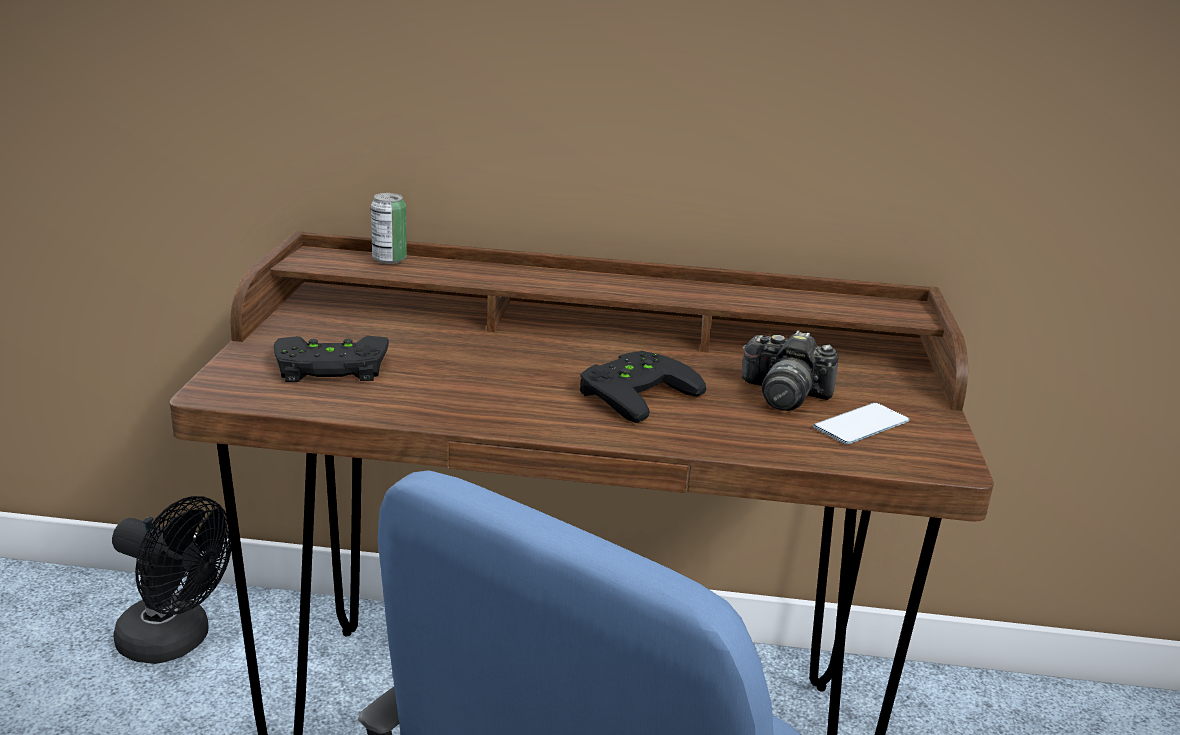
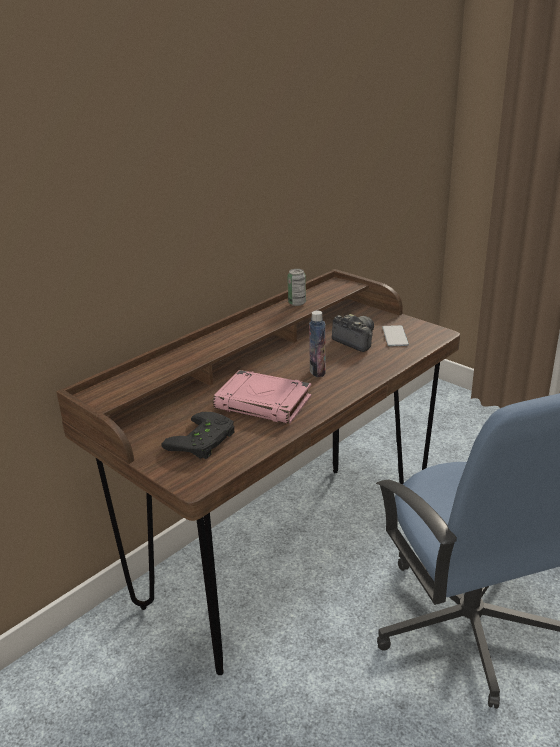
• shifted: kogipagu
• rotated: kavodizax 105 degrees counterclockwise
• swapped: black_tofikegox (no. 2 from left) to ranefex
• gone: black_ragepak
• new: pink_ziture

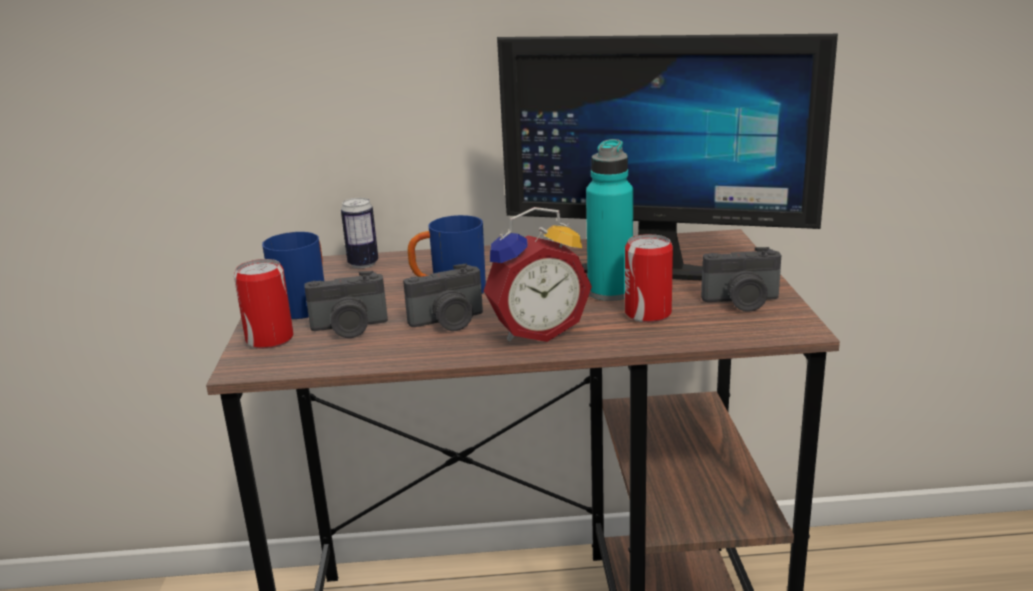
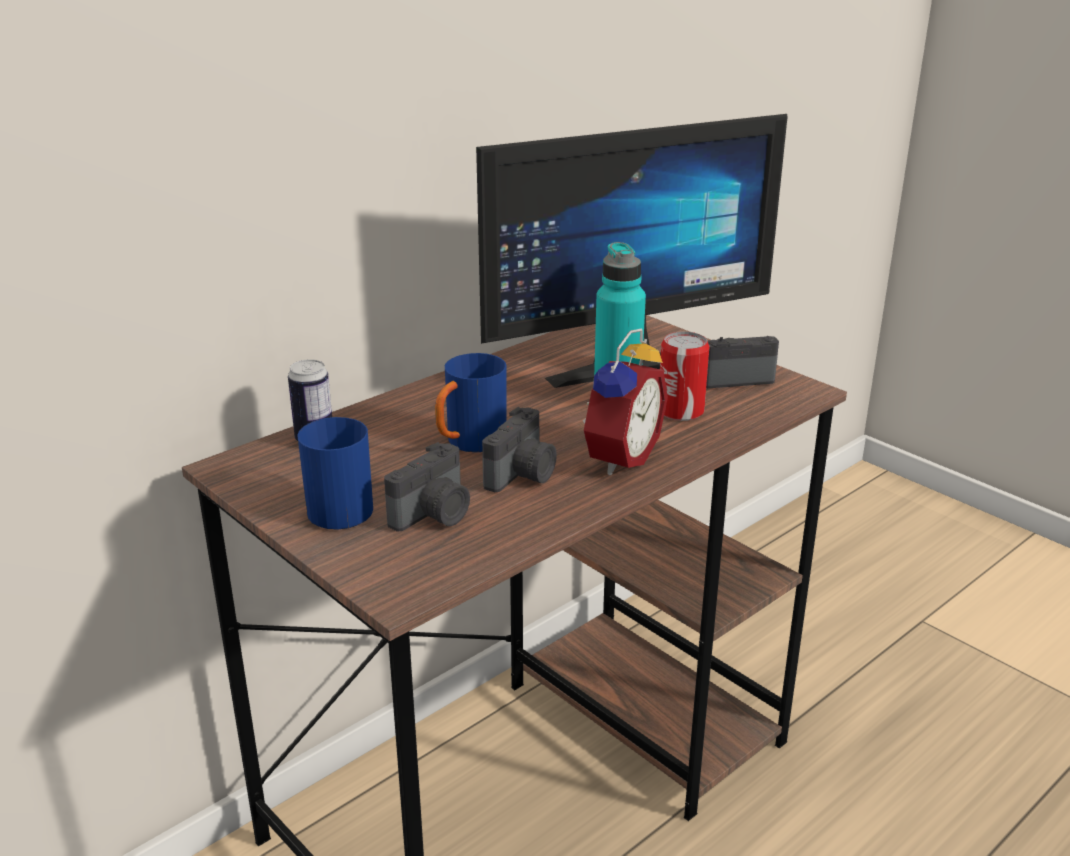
• rotated: kavodizax (no. 3 from left) 150 degrees counterclockwise
• gone: kogipagu (no. 1 from left)

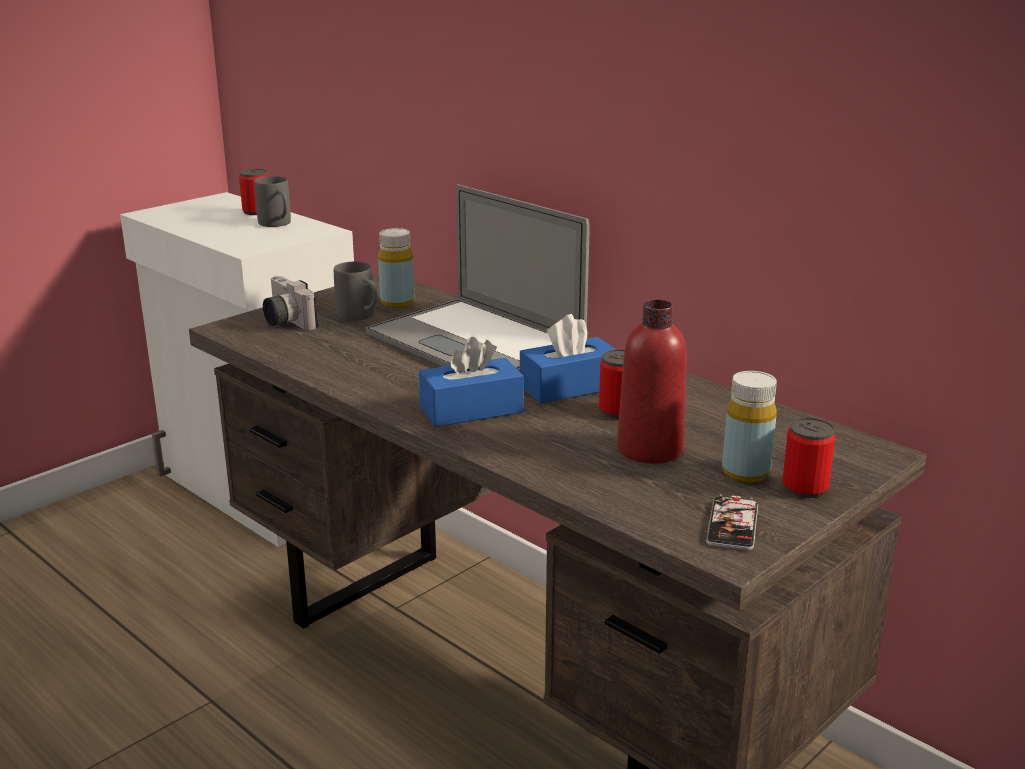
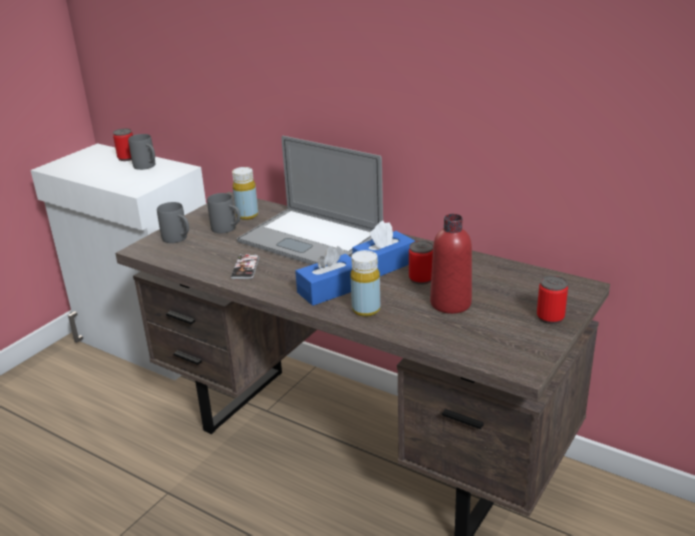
• swapped: kavodizax to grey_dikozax (no. 2 from left)
• shifted: yellow_ranefex (no. 2 from left)
• shifted: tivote

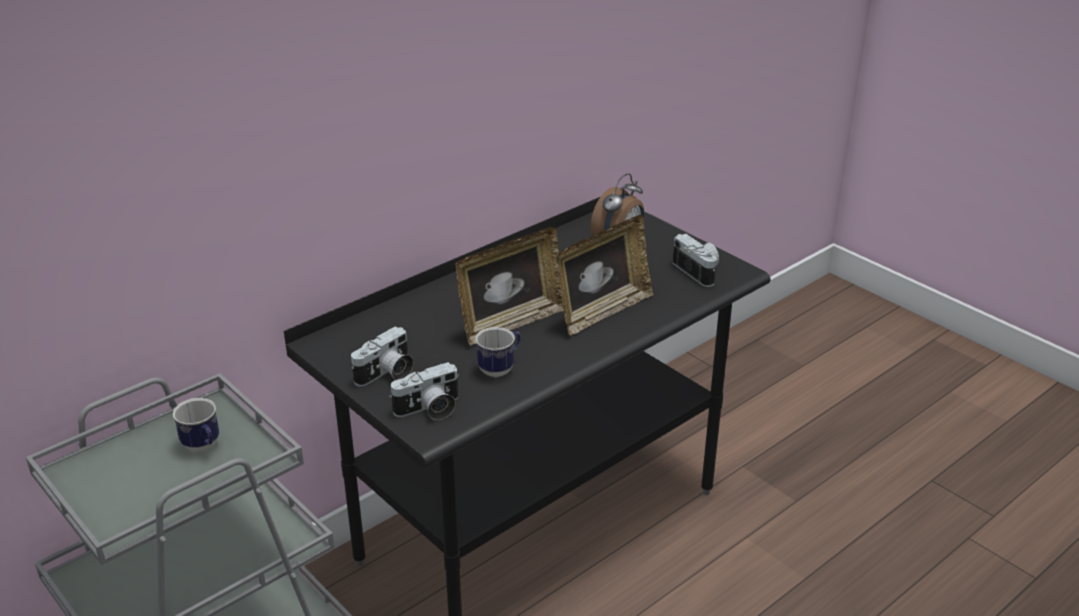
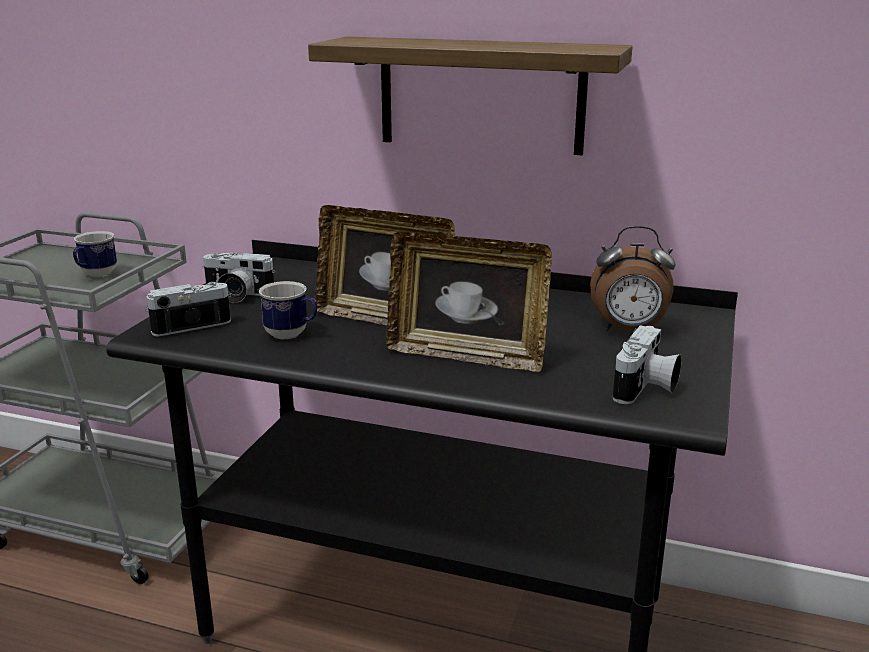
• rotated: kavodizax (no. 2 from left in the first image) 120 degrees clockwise
• new: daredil

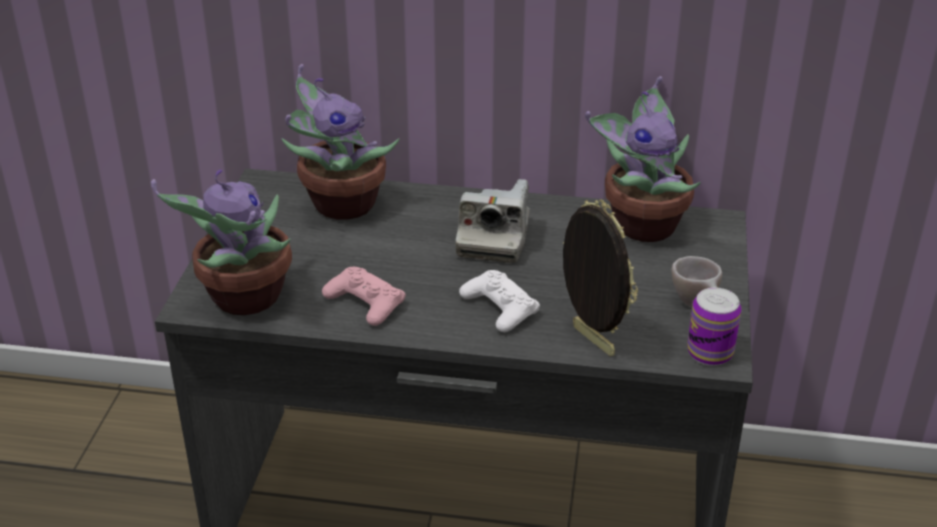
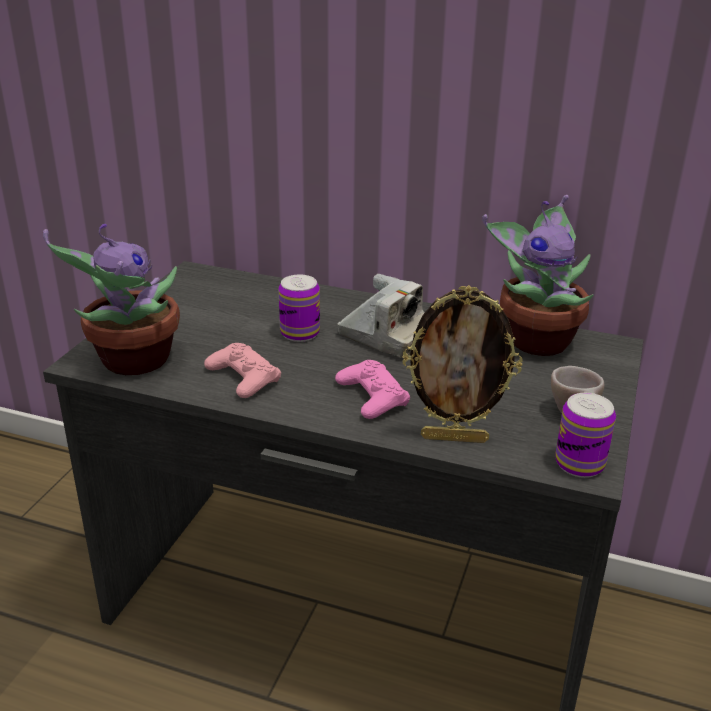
• gone: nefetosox (no. 2 from left)
• rotated: kavodizax 75 degrees counterclockwise
• rotated: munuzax 120 degrees clockwise
• repainted: white_tofikegox to pink_tofikegox (no. 2 from left)
• new: kogipagu (no. 1 from left)

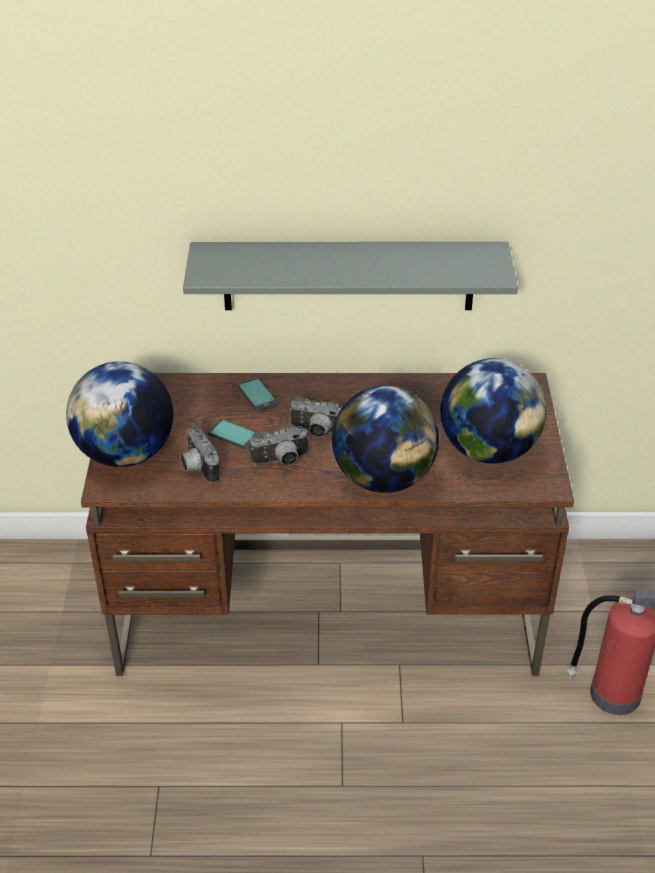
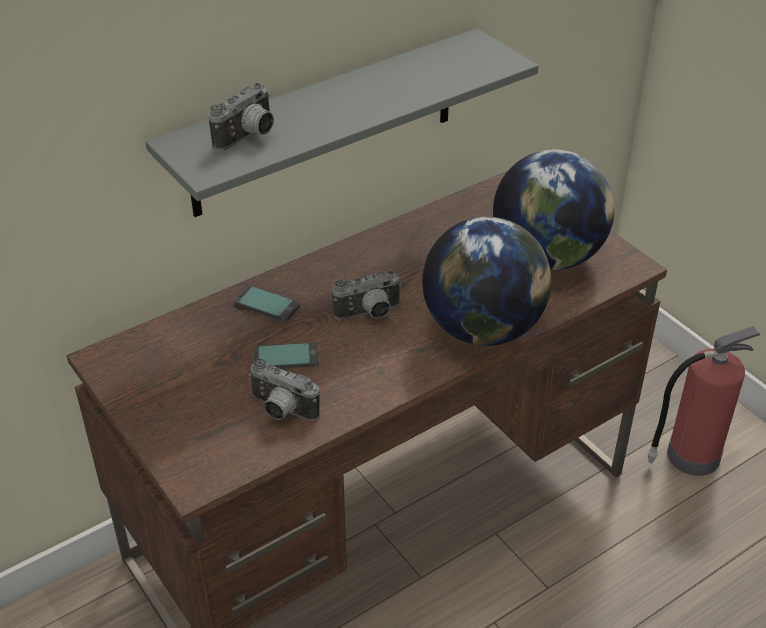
• gone: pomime (no. 1 from left)
• shifted: kavodizax (no. 2 from left in the first image) to kavodizax (no. 1 from left)

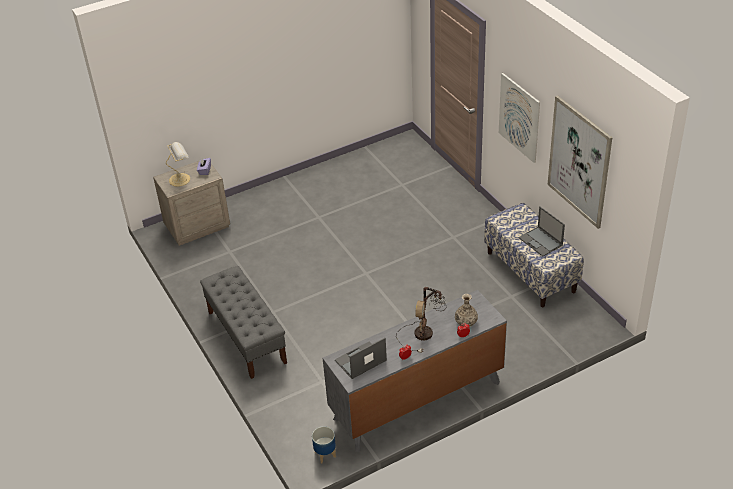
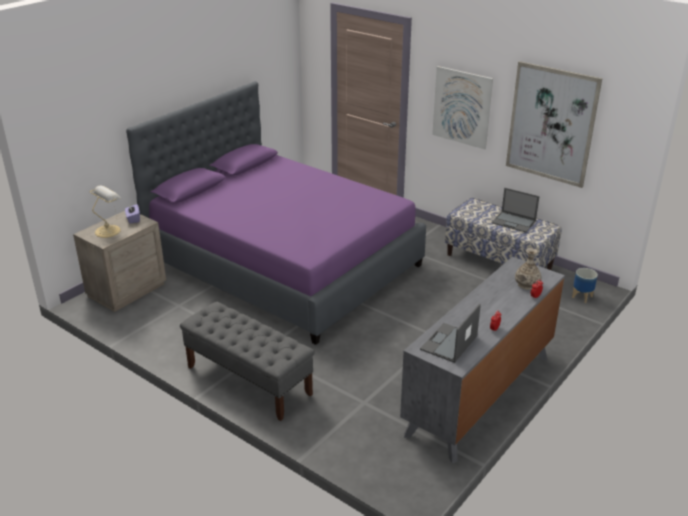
• gone: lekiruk (no. 2 from left)
• shifted: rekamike
• new: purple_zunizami

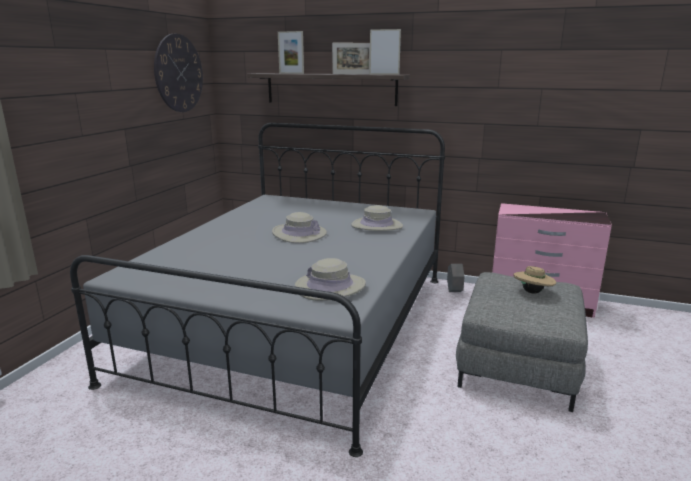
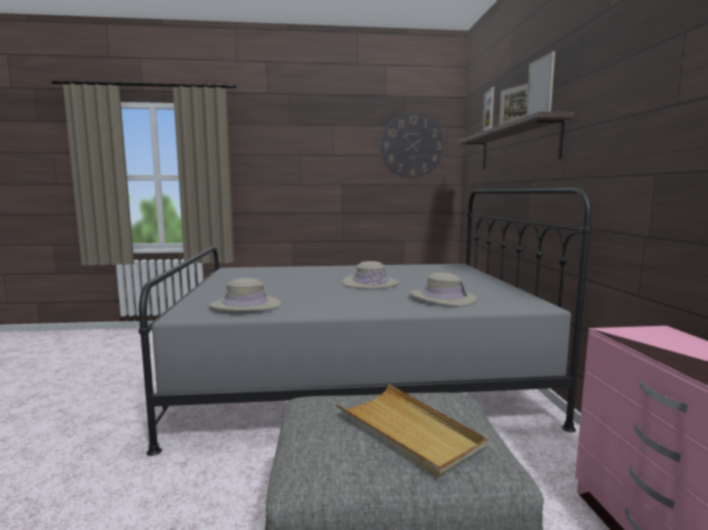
• gone: grey_rekamike
• swapped: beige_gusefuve (no. 4 from left) to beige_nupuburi

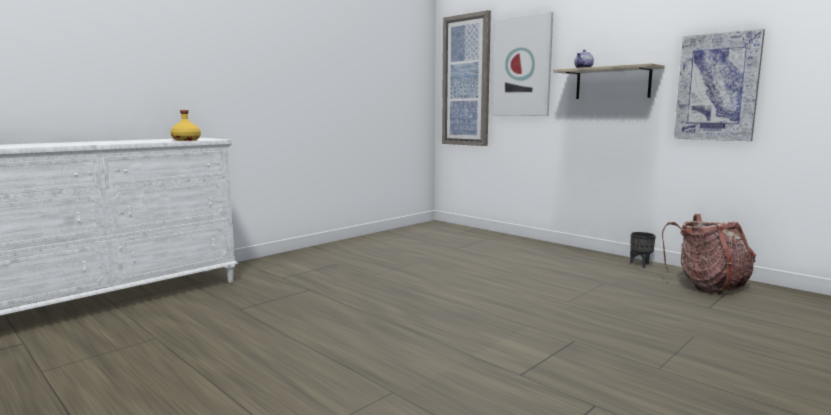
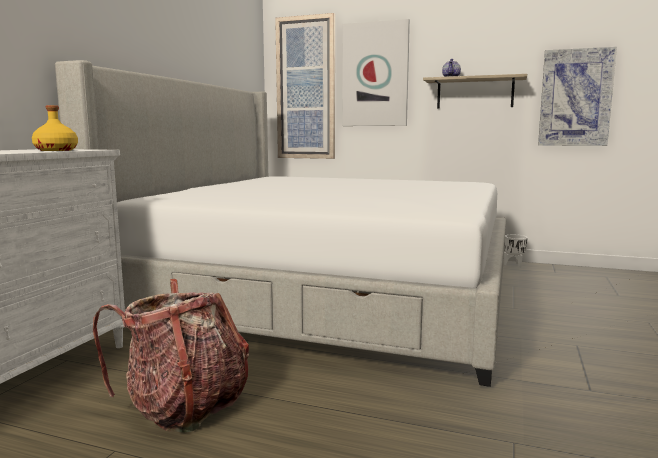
• shifted: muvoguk
• repainted: black_rekamike to white_rekamike
• new: zunizami

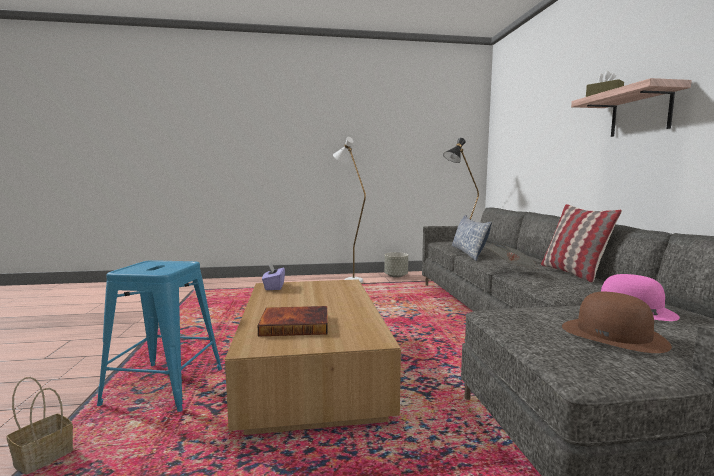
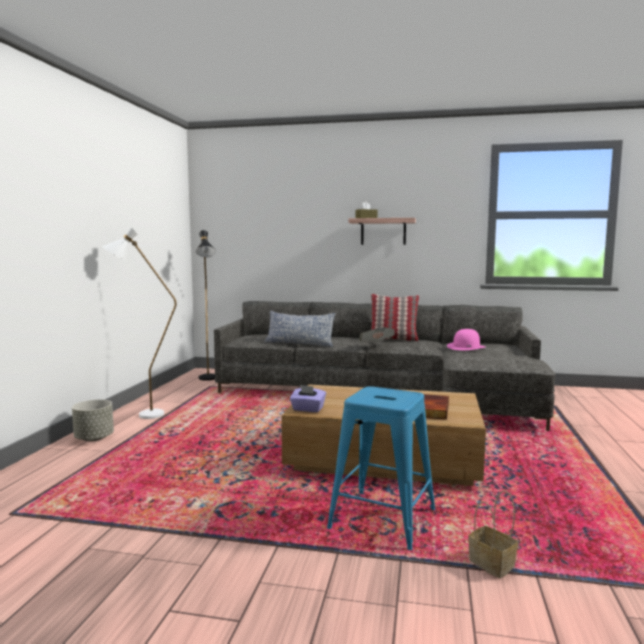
• shifted: grey_rekamike
• gone: brown_gusefuve

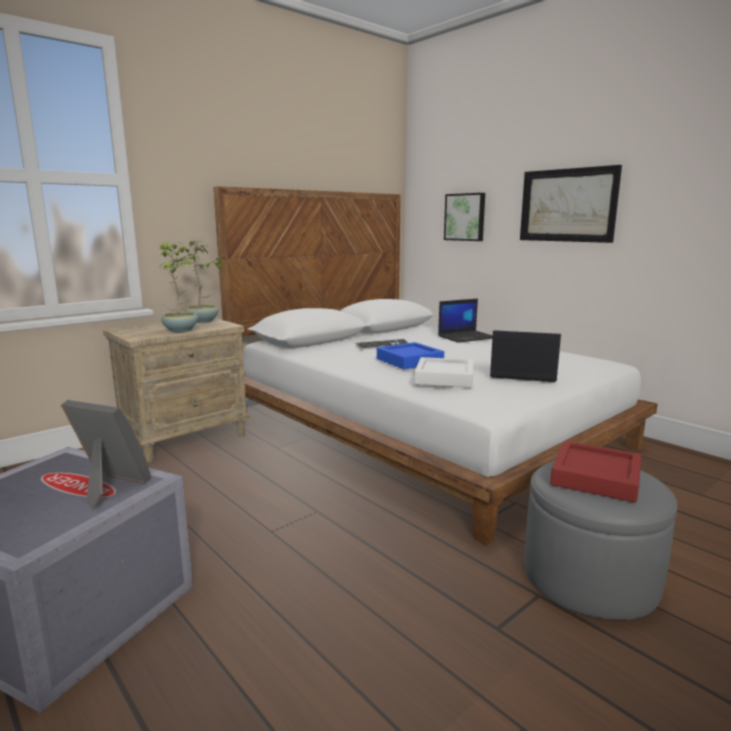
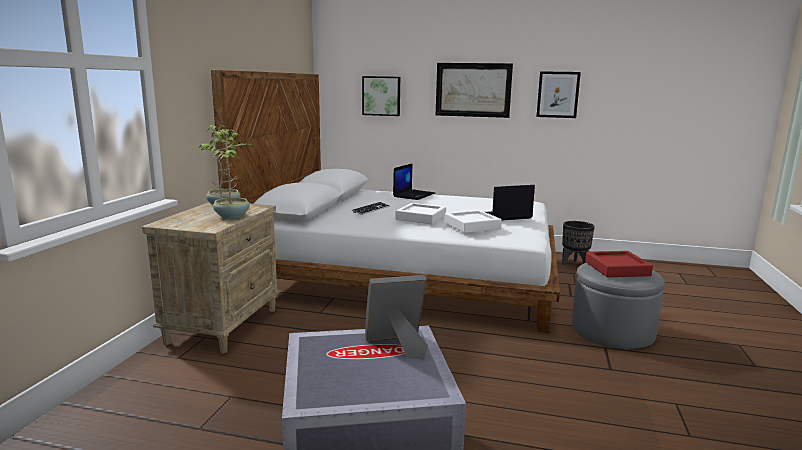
• repainted: blue_nupuburi to white_nupuburi (no. 1 from left)
• new: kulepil (no. 3 from left)
• new: black_rekamike

